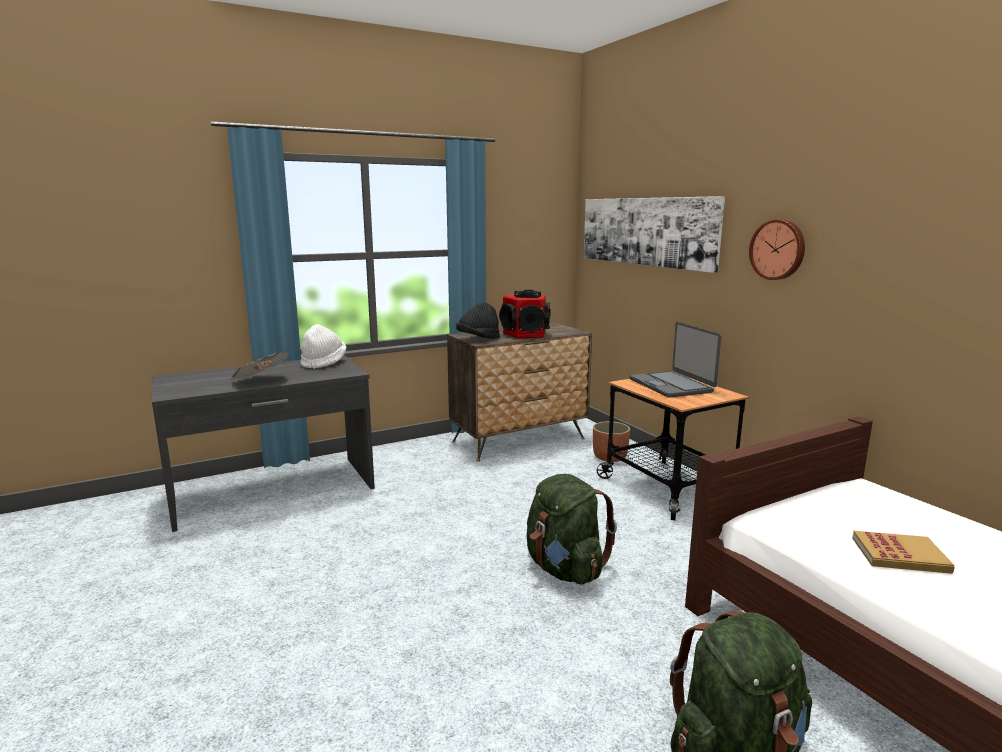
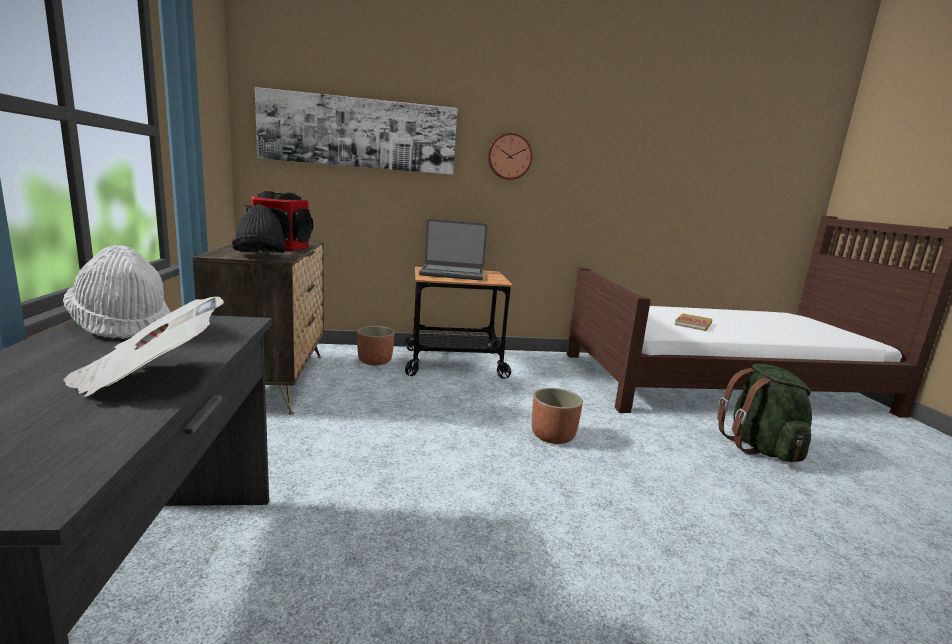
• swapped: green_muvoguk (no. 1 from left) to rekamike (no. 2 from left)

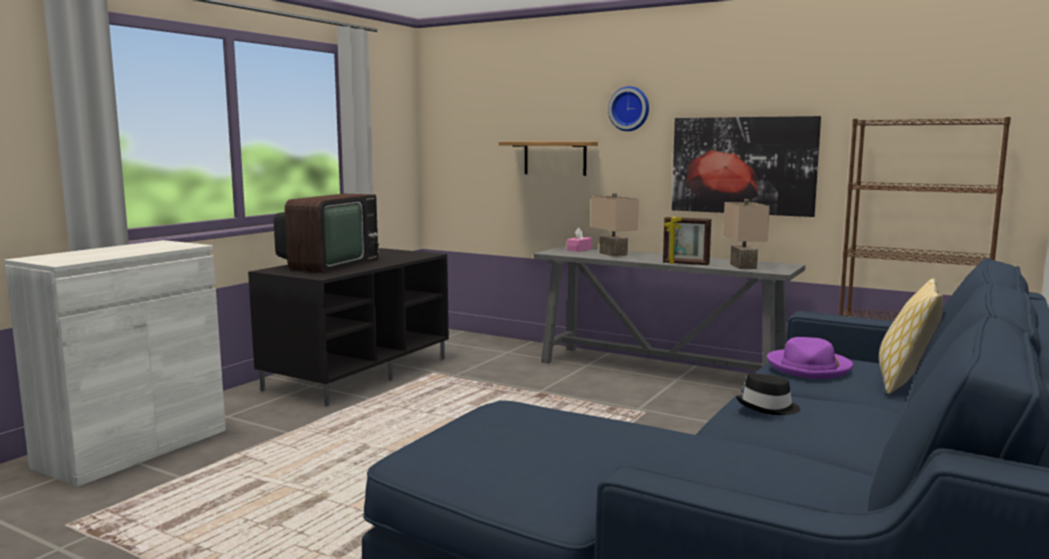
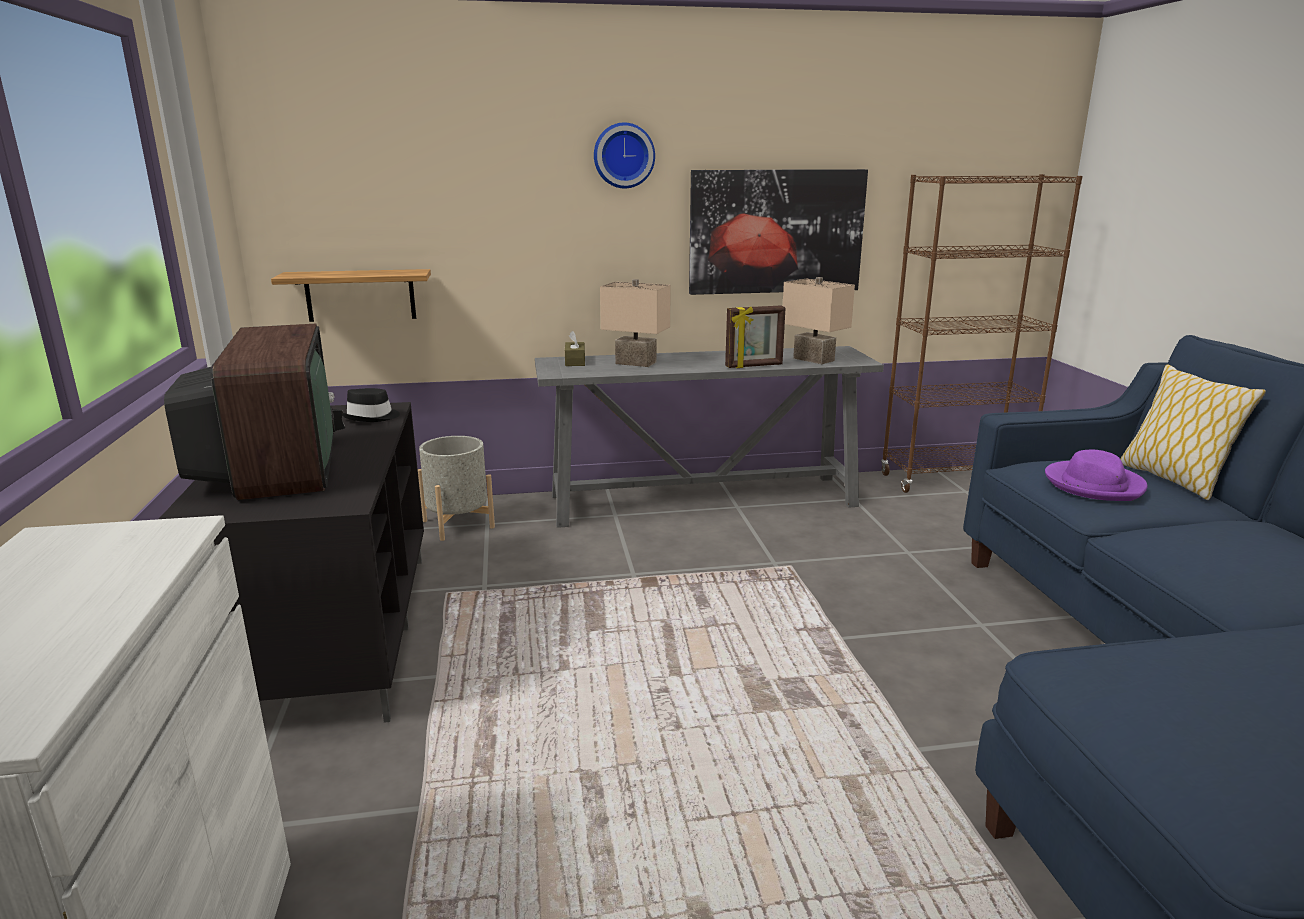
• shifted: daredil
• repainted: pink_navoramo to brown_navoramo
• shifted: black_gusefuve
• new: grey_rekamike

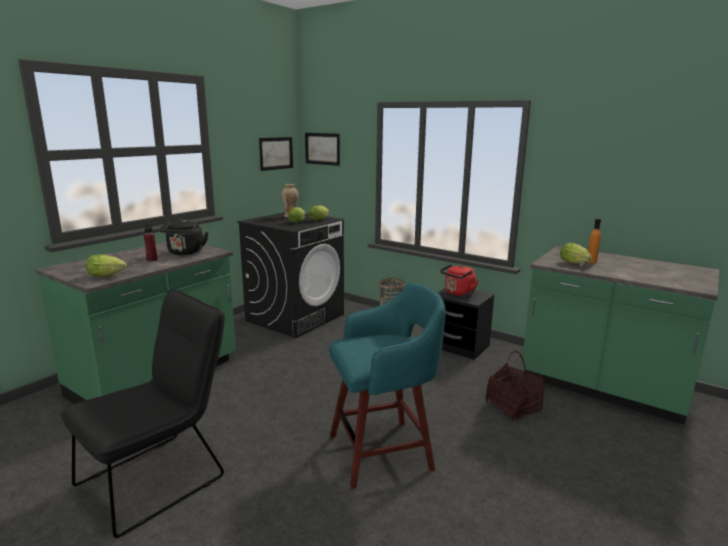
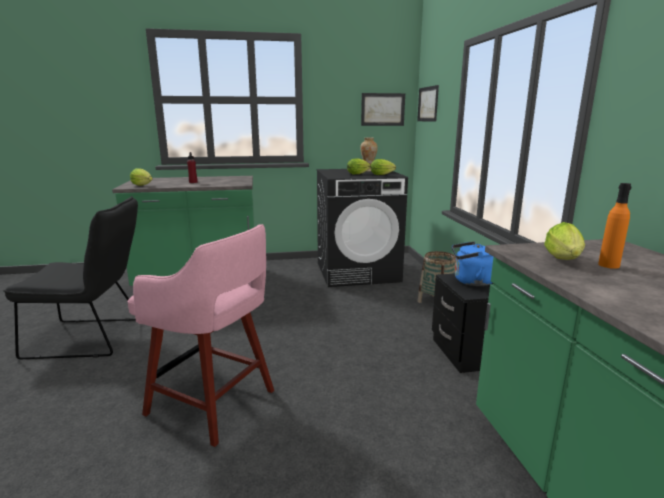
• gone: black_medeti
• repainted: red_medeti to blue_medeti
• repainted: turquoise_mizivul to pink_mizivul
• gone: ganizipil (no. 2 from left)

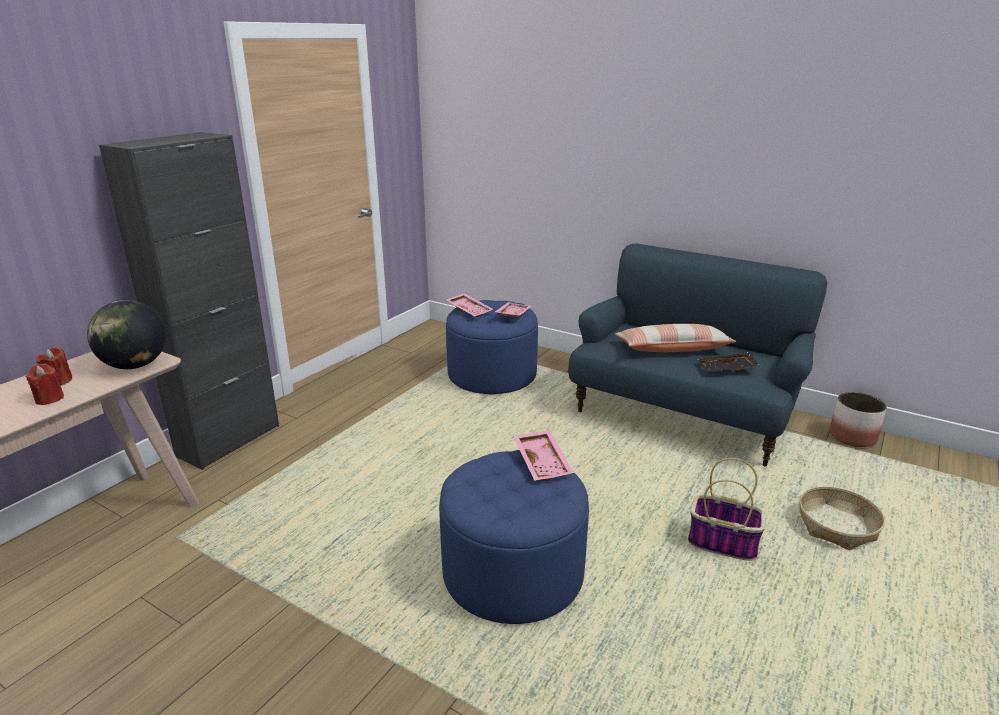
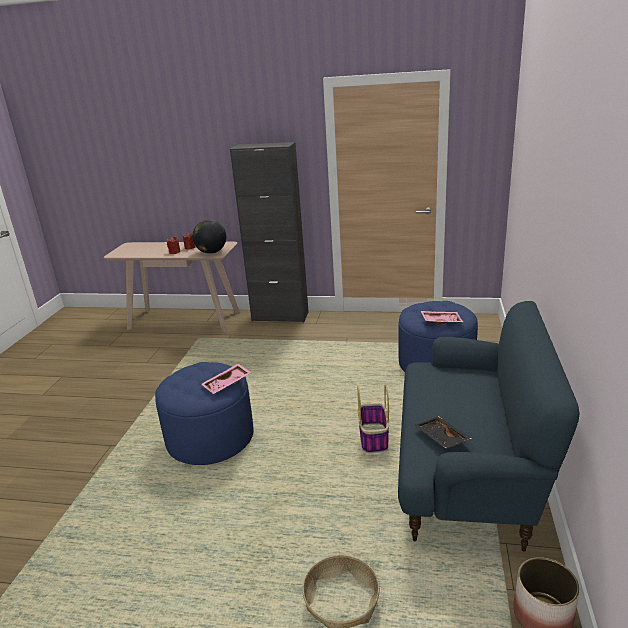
• gone: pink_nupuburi (no. 1 from left)
• gone: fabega
• shifted: ganizipil (no. 1 from left in the first image) to ganizipil (no. 2 from left)

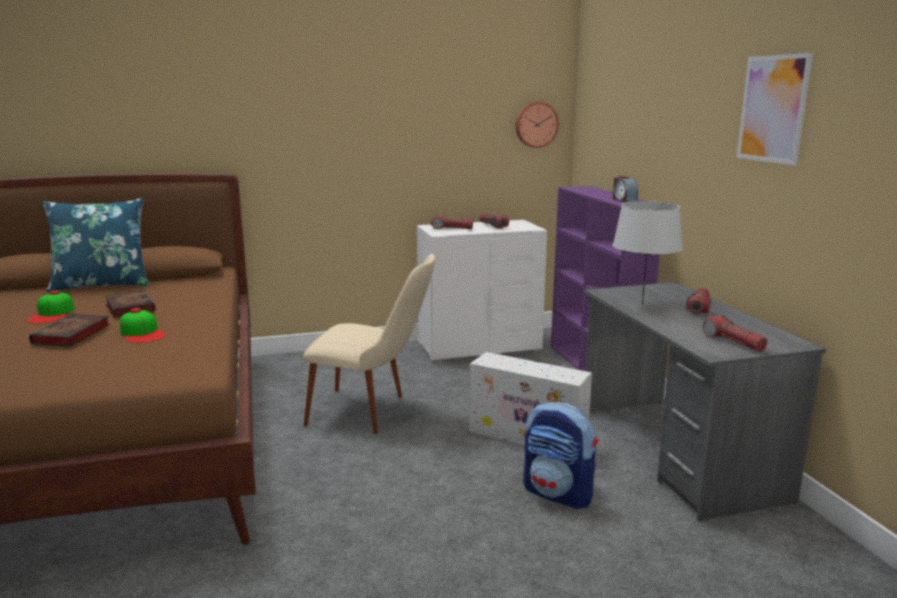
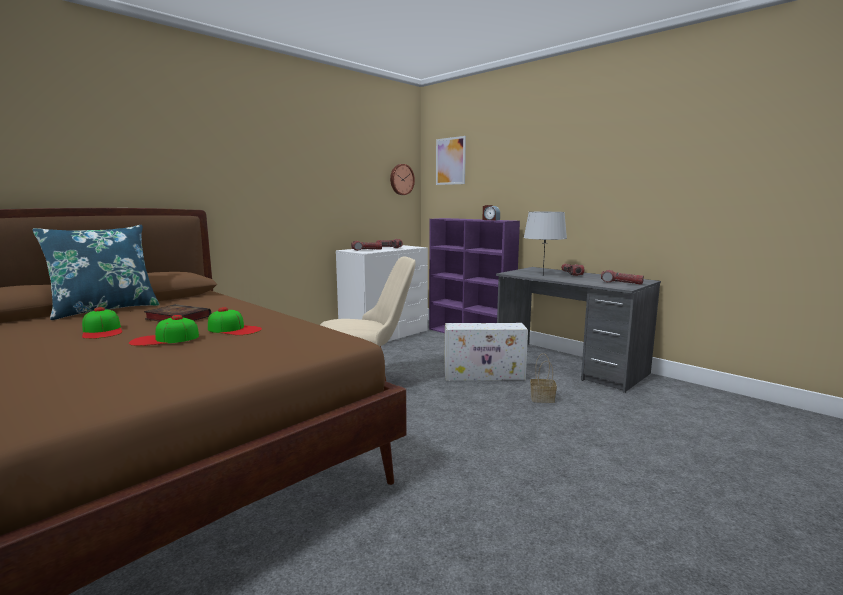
• shifted: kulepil
• swapped: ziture (no. 1 from left) to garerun (no. 2 from left)
• swapped: muvoguk to ganizipil

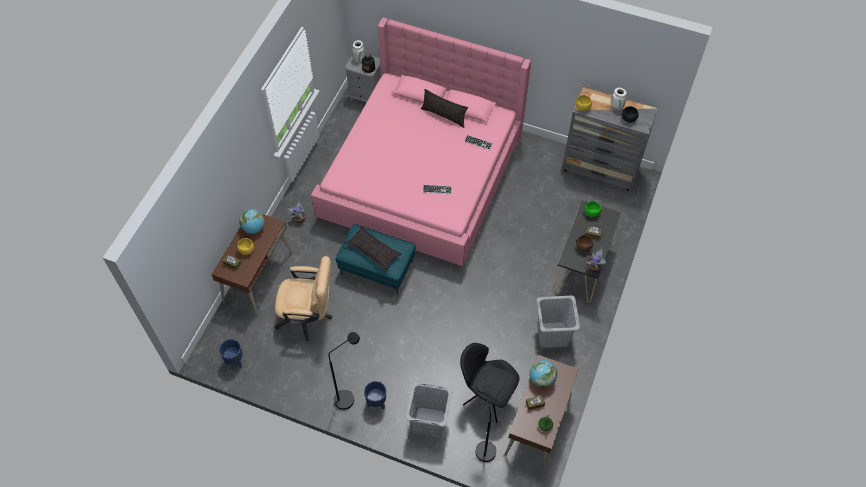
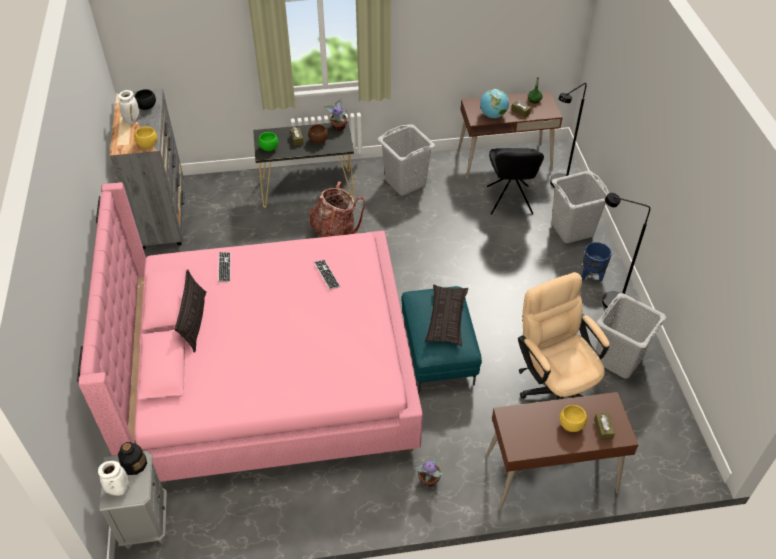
• gone: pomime (no. 1 from left)
• gone: blue_rekamike (no. 1 from left)
• new: muvoguk
• new: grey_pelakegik (no. 3 from left)

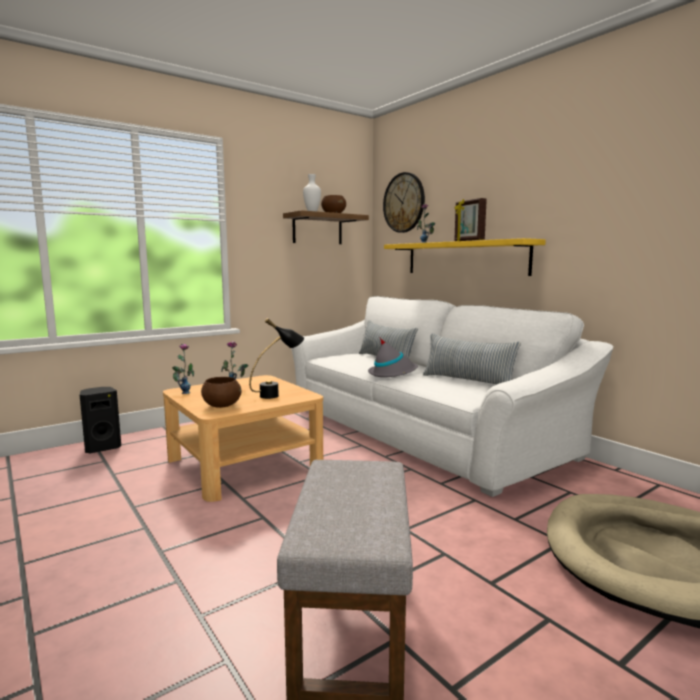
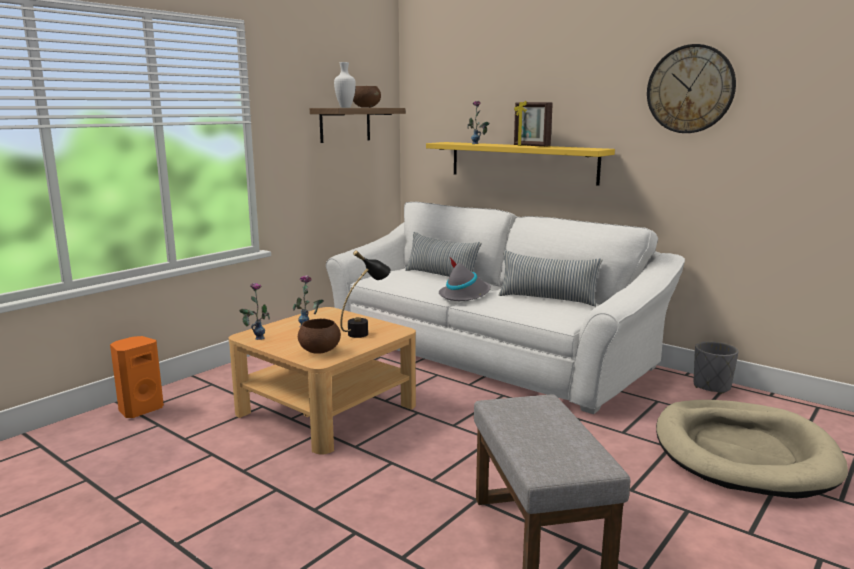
• shifted: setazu
• repainted: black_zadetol to orange_zadetol
• new: grey_rekamike

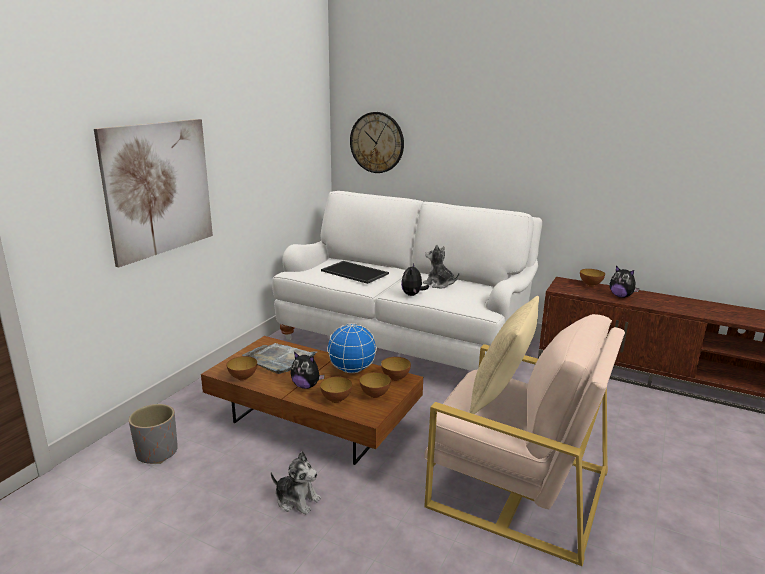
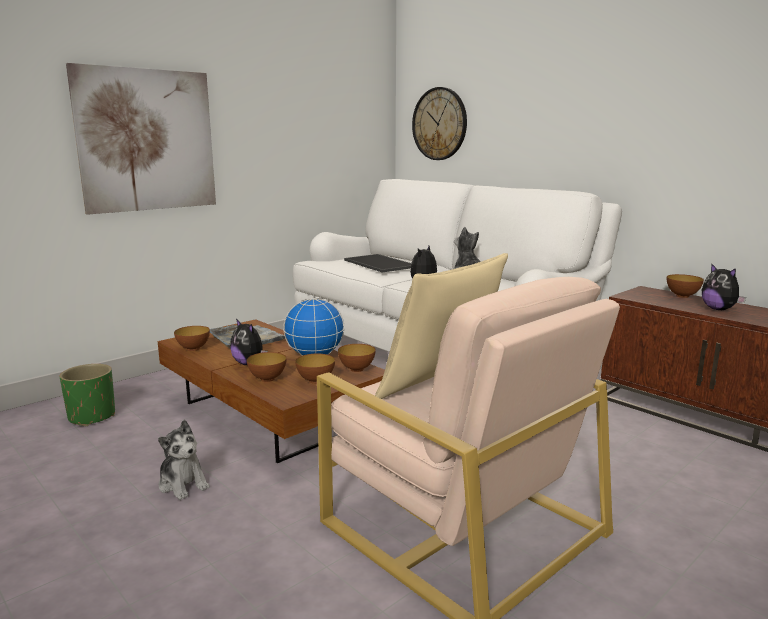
• repainted: grey_rekamike to green_rekamike

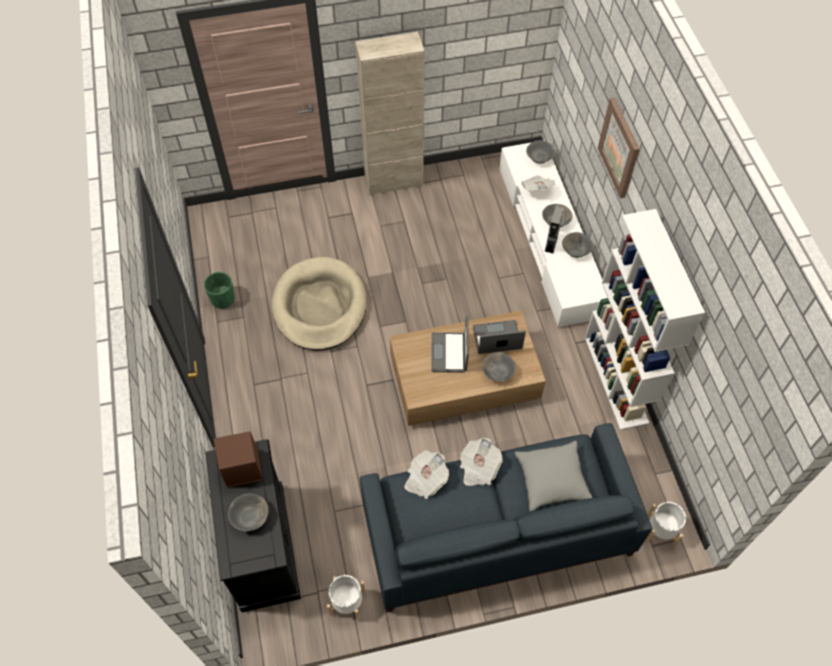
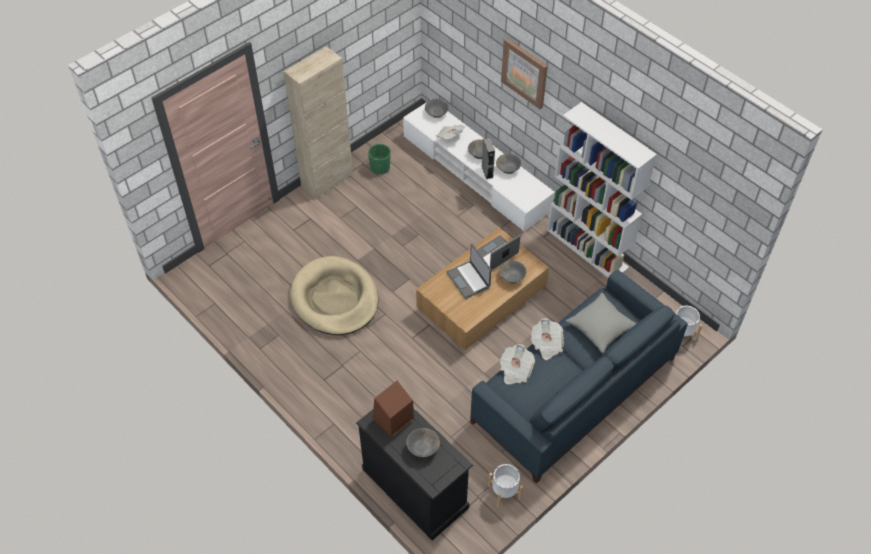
• shifted: green_rekamike

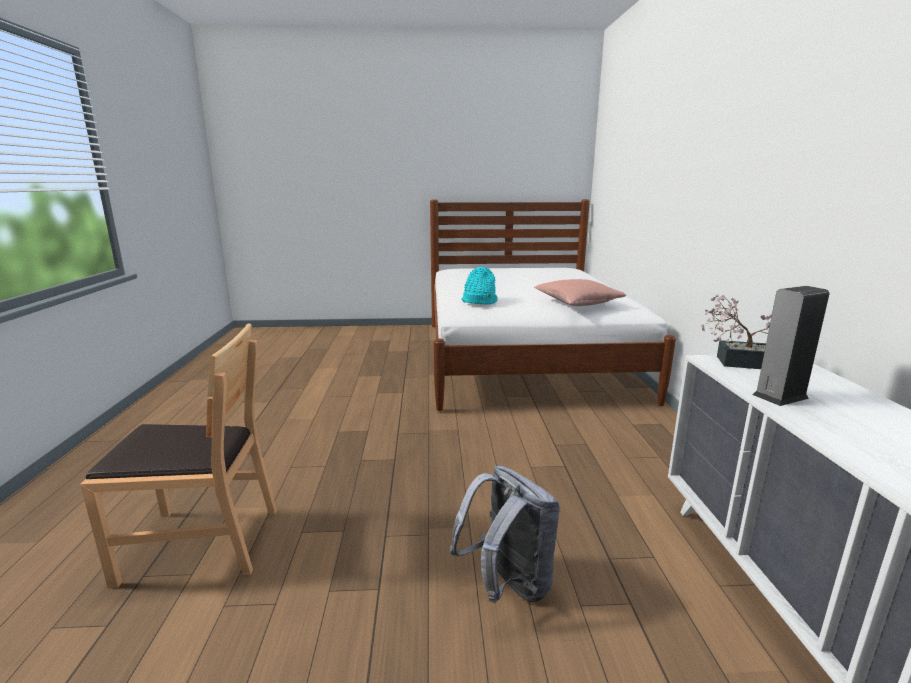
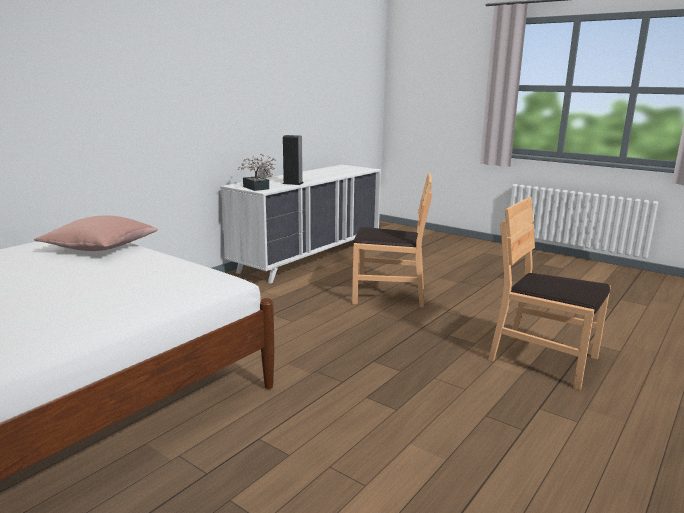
• gone: turquoise_gusefuve
• swapped: grey_muvoguk to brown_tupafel (no. 1 from left)

